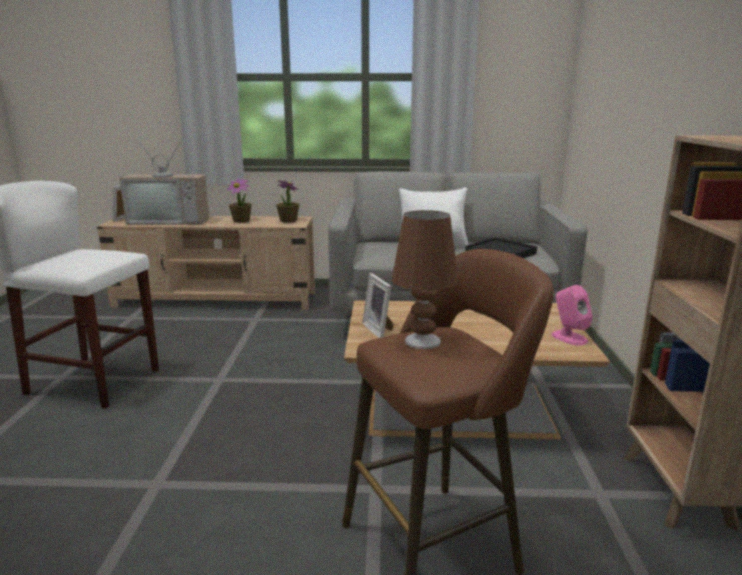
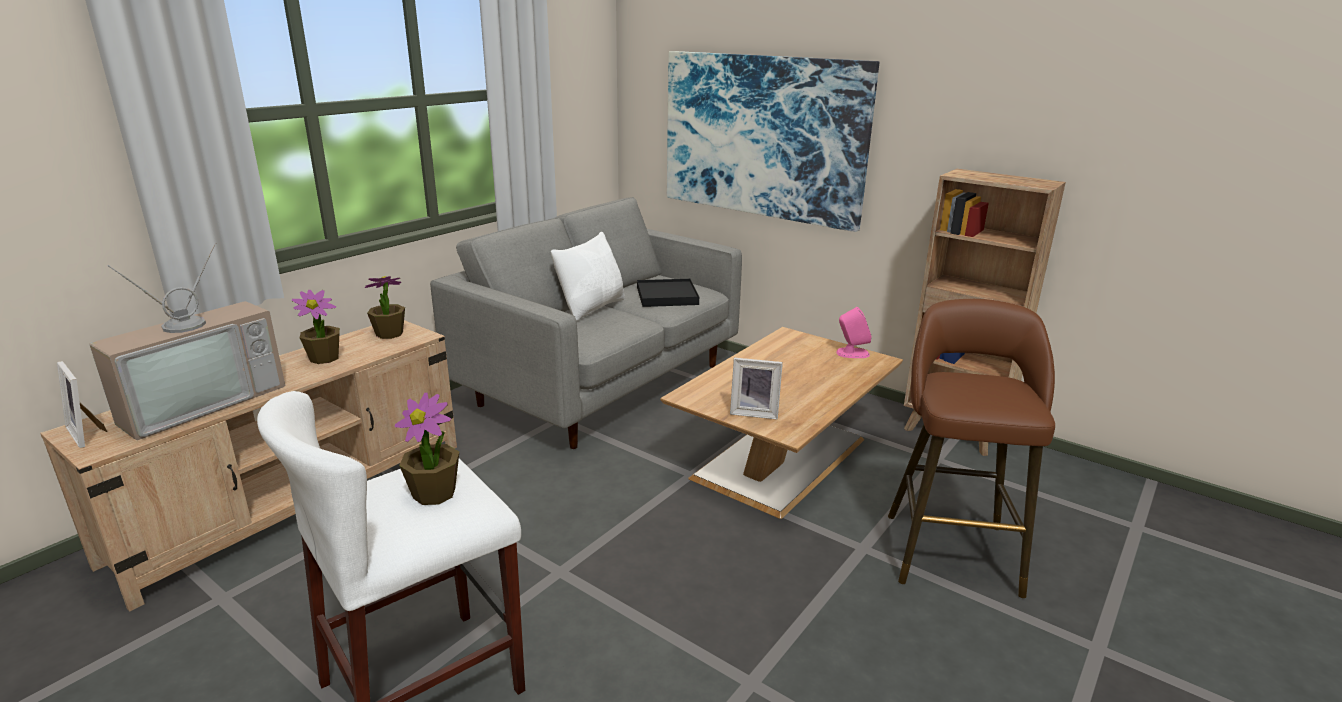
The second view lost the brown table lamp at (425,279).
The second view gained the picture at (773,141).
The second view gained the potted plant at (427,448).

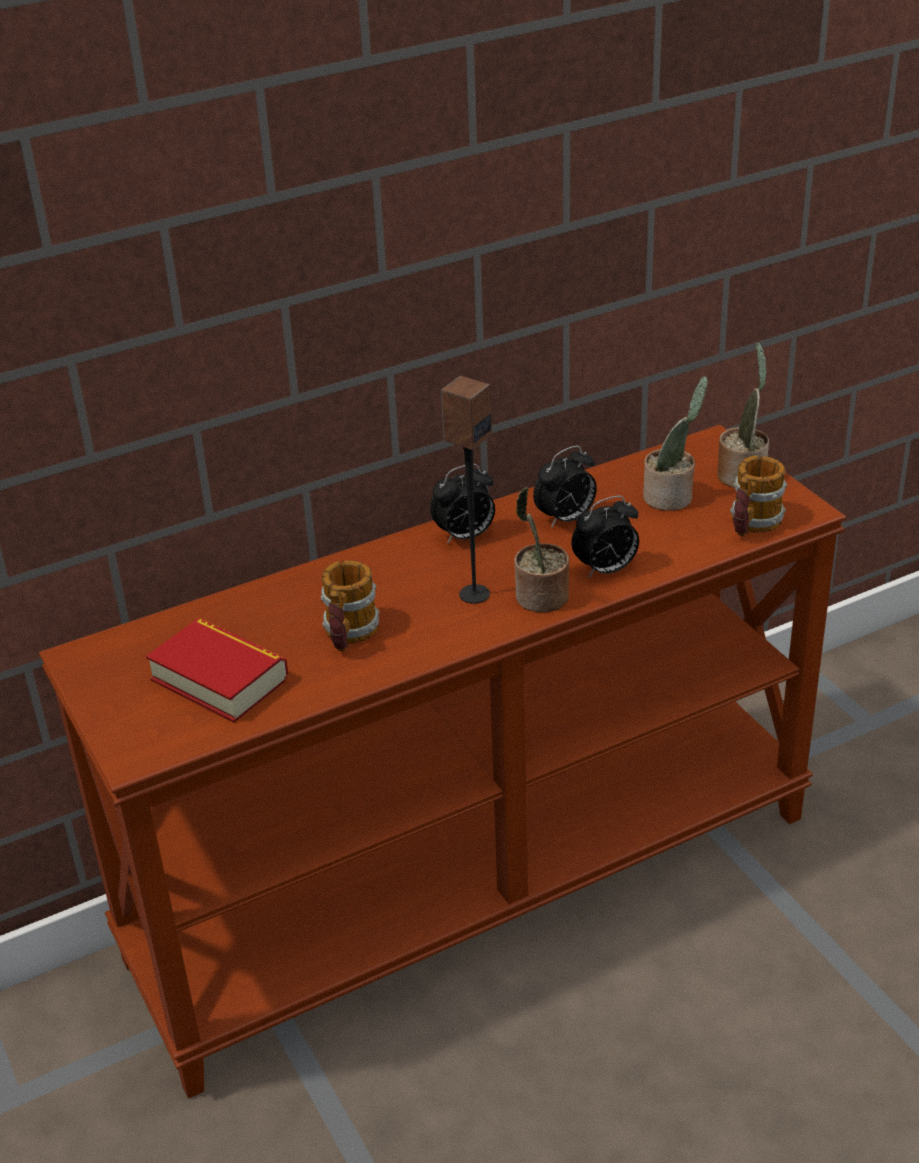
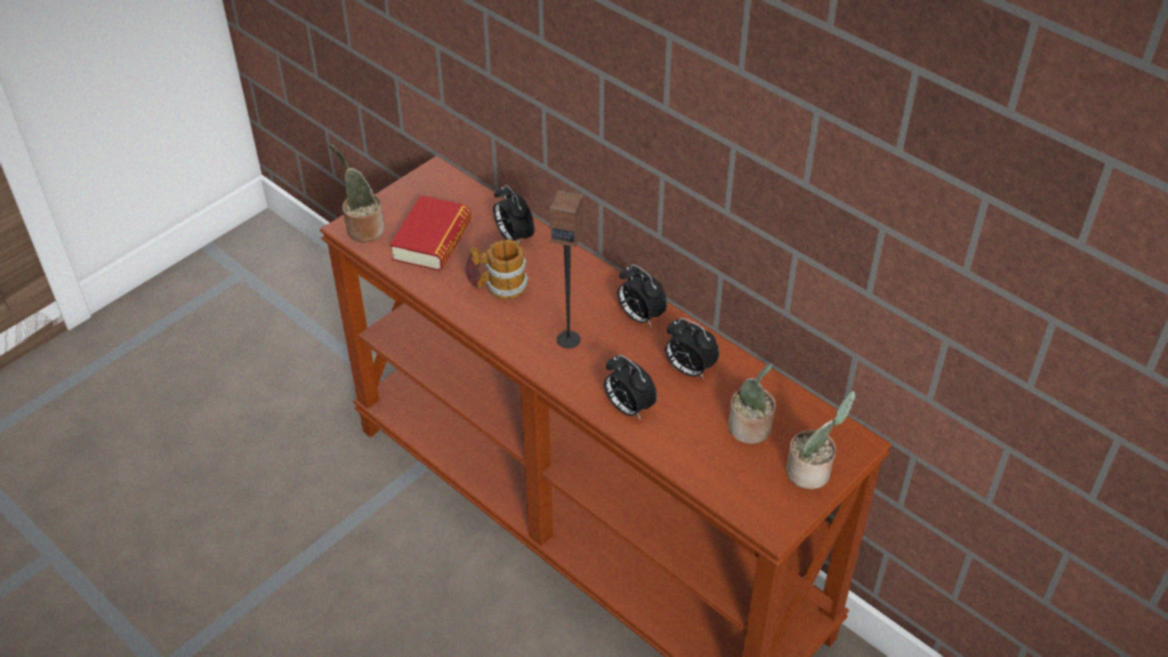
The second view lost the mug at (758,496).
The potted plant ended up elsewhere, having gone from (541,549) to (357,193).
The second view gained the alarm clock at (514,213).

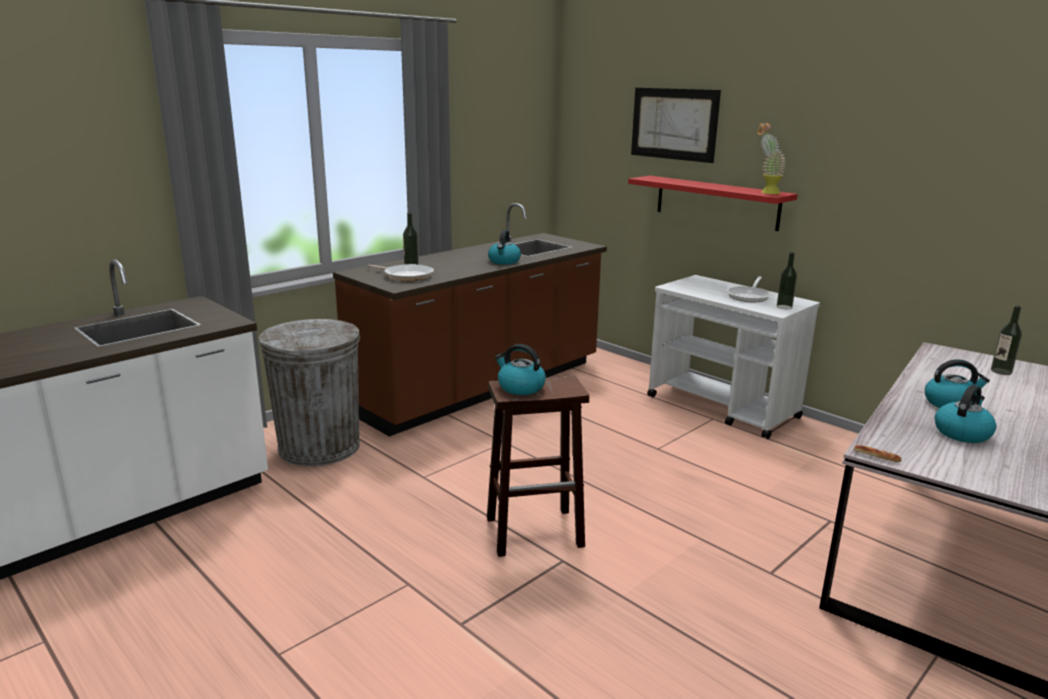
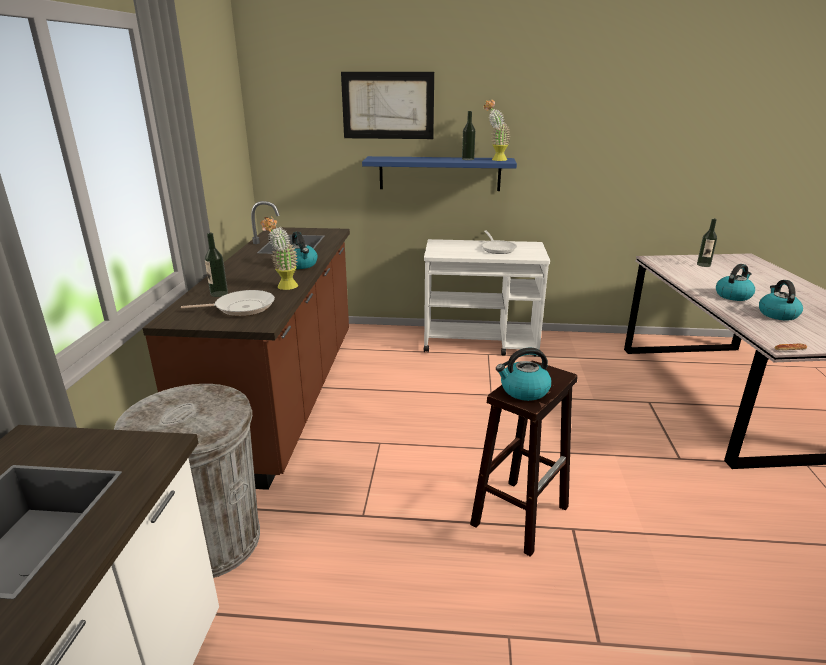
What was the red shelf at (713,203) turned into the blue shelf at (439,173).
The bottle ended up elsewhere, having gone from (787,280) to (468,135).
The second view gained the potted plant at (279,253).

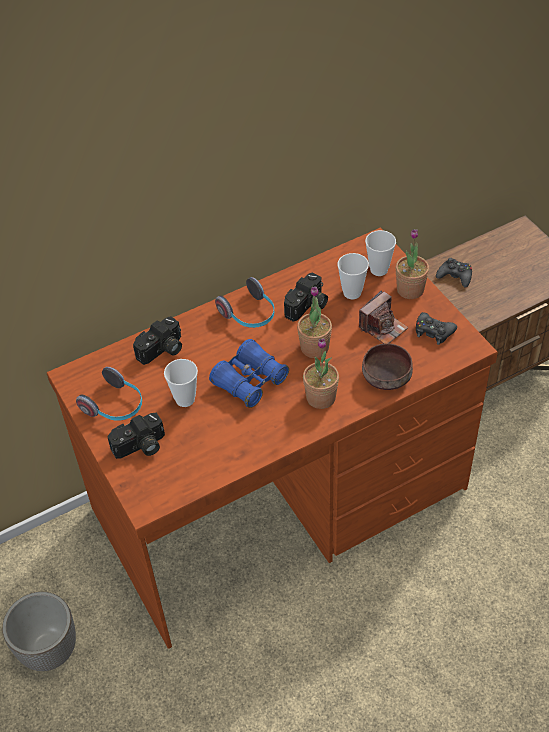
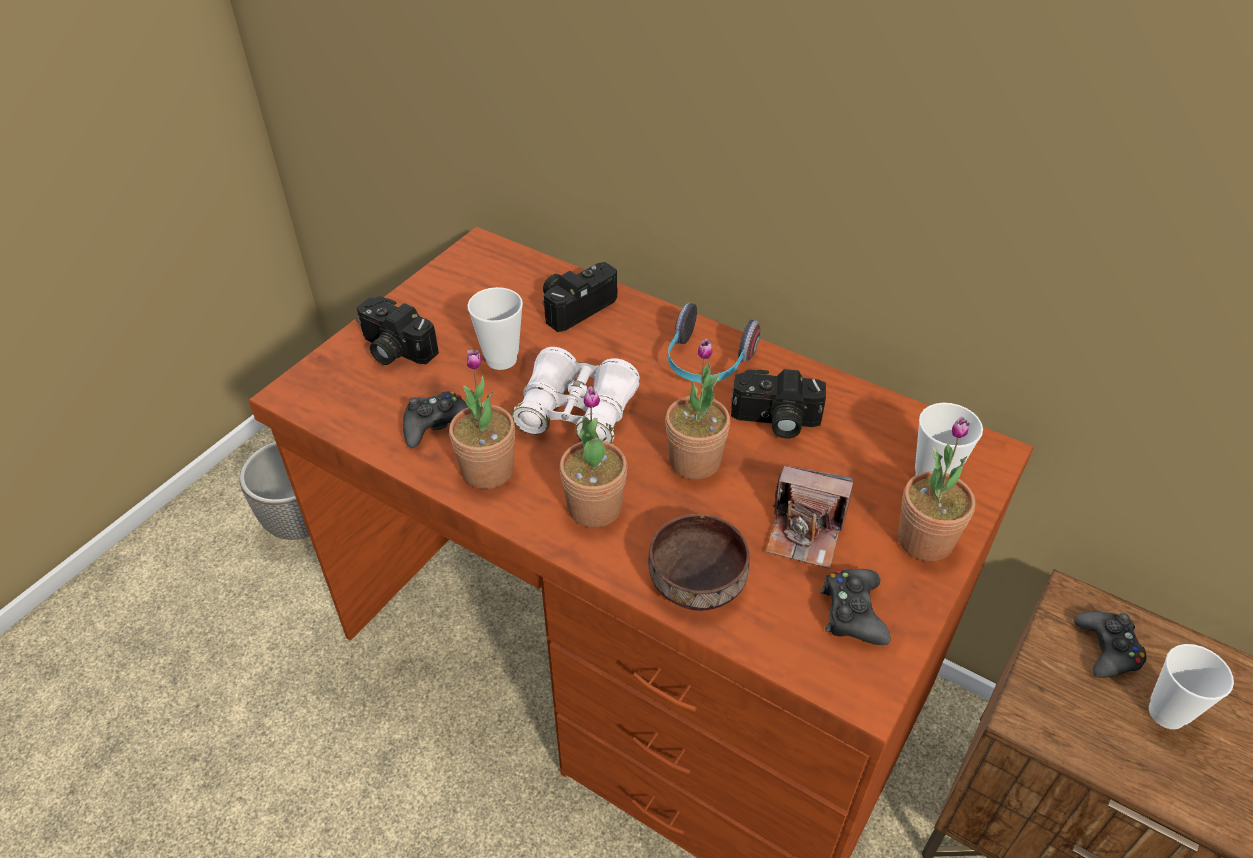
The cup ended up elsewhere, having gone from (353,276) to (1191,686).
The photo camera at (157,340) ended up facing another way, 120 degrees clockwise from before.
What was the blue binoculars at (249,373) turned into the white binoculars at (575,395).
The second view lost the headphones at (109,394).
The second view gained the potted plant at (482,419).
The second view gained the black game controller at (435,419).

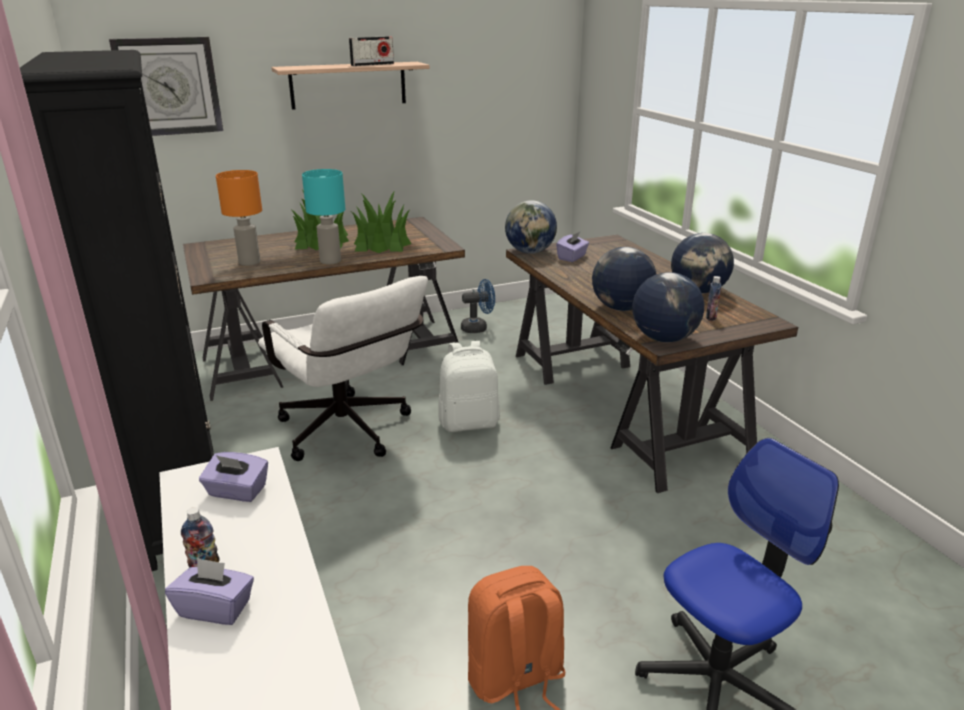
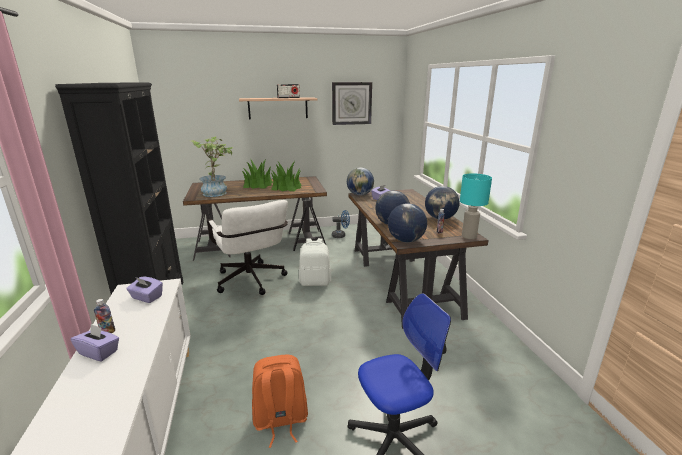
The wall clock ended up elsewhere, having gone from (166,86) to (352,103).
The turquoise table lamp ended up elsewhere, having gone from (323,217) to (476,206).
Where the orange table lamp stood at (239,218), the potted plant came to stand at (212,166).

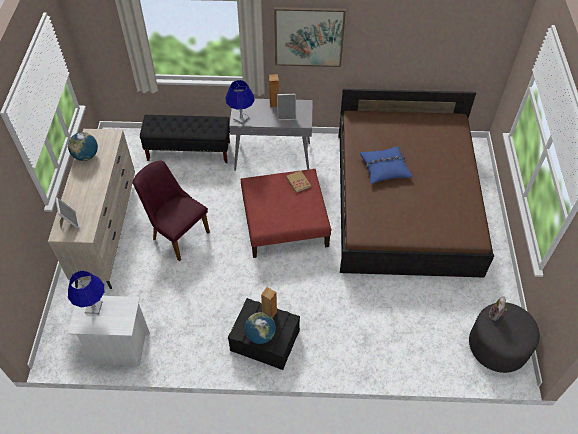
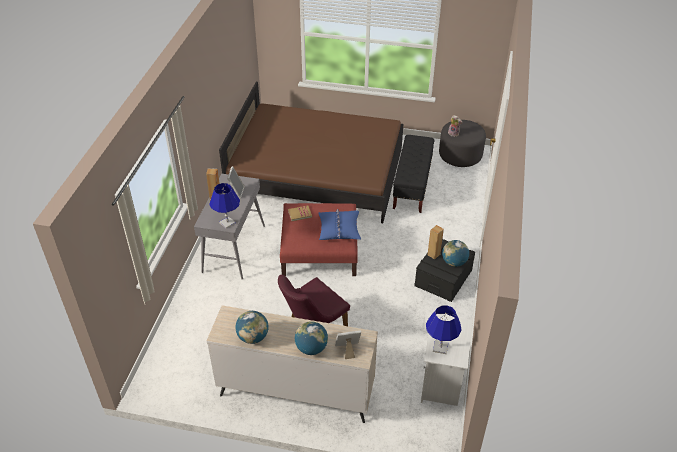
The second view lost the picture at (310,37).
The black bench ended up elsewhere, having gone from (185,139) to (413,174).
The blue pillow ended up elsewhere, having gone from (386,165) to (339,224).
The second view gained the globe at (311,338).

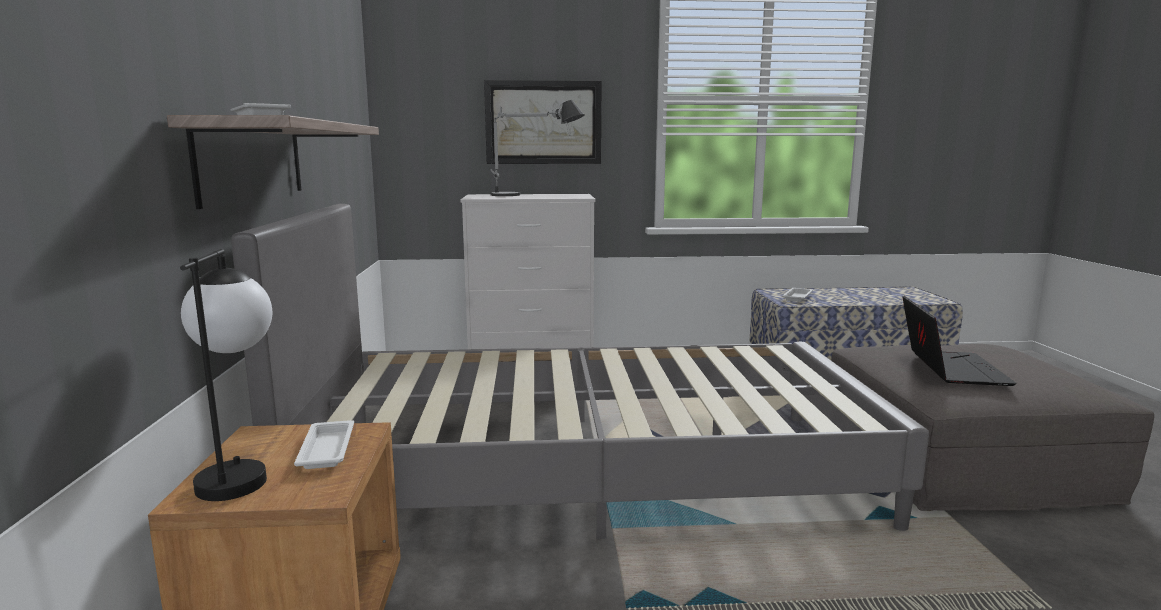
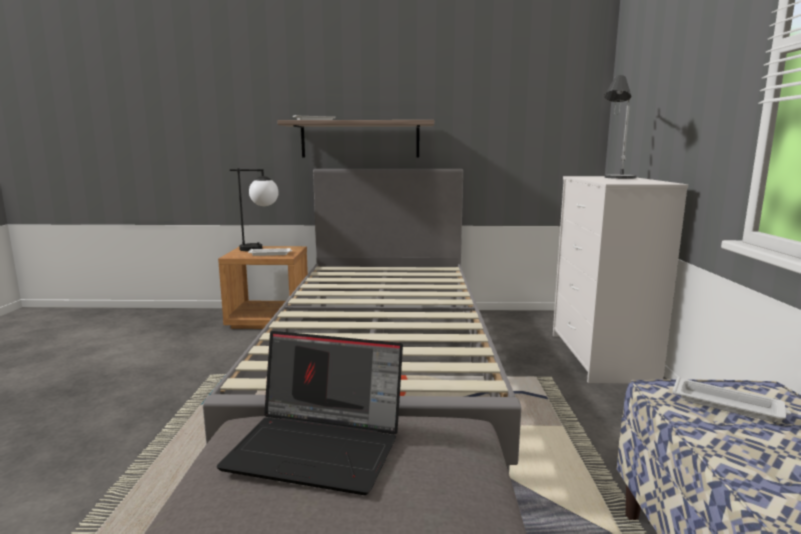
The second view lost the picture at (542,122).

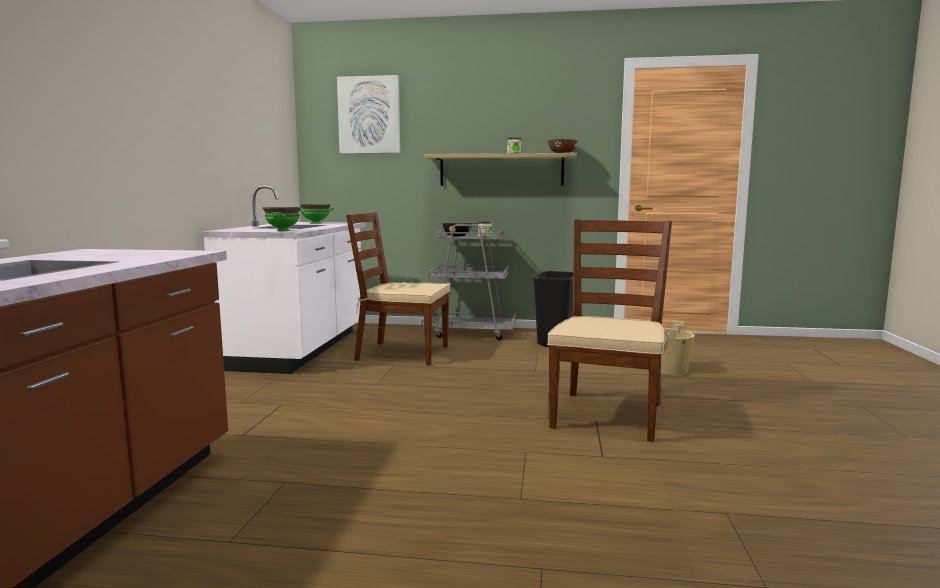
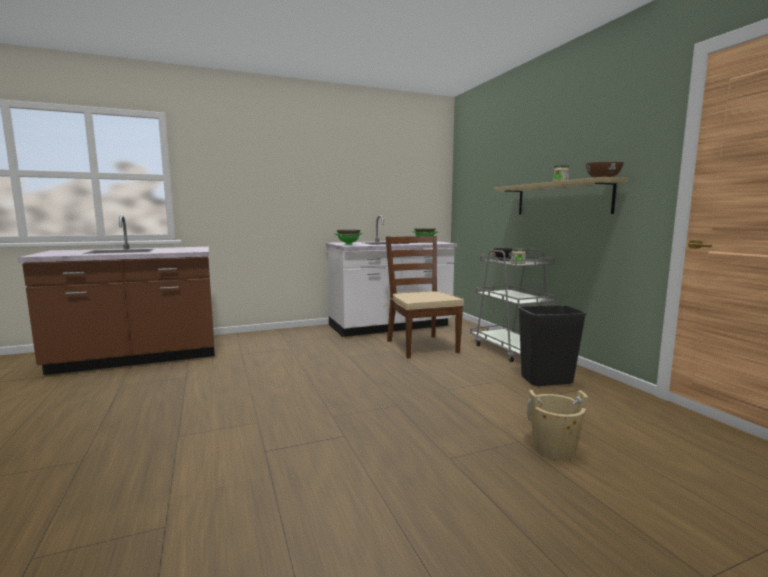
The second view lost the picture at (368,114).
The second view lost the brown chair at (610,330).

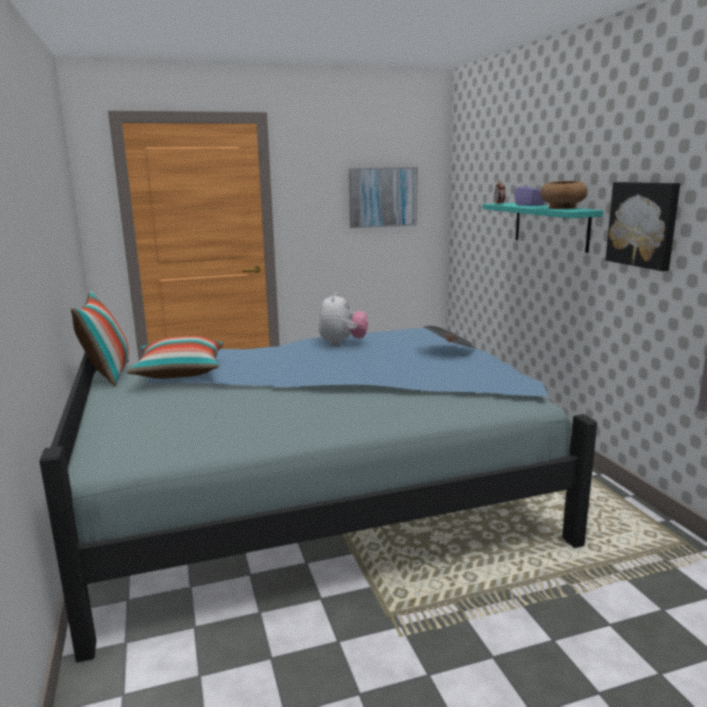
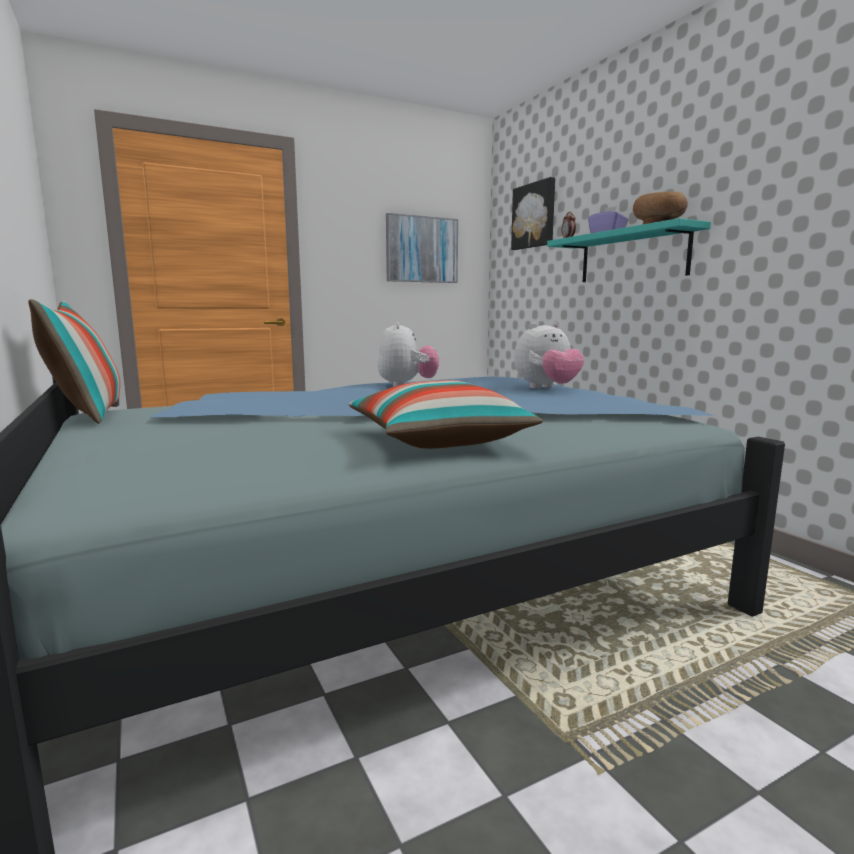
The picture ended up elsewhere, having gone from (642,226) to (533,213).
Where the newspaper stood at (451,337), the plush toy came to stand at (549,355).
The pillow ended up elsewhere, having gone from (175,357) to (446,414).

